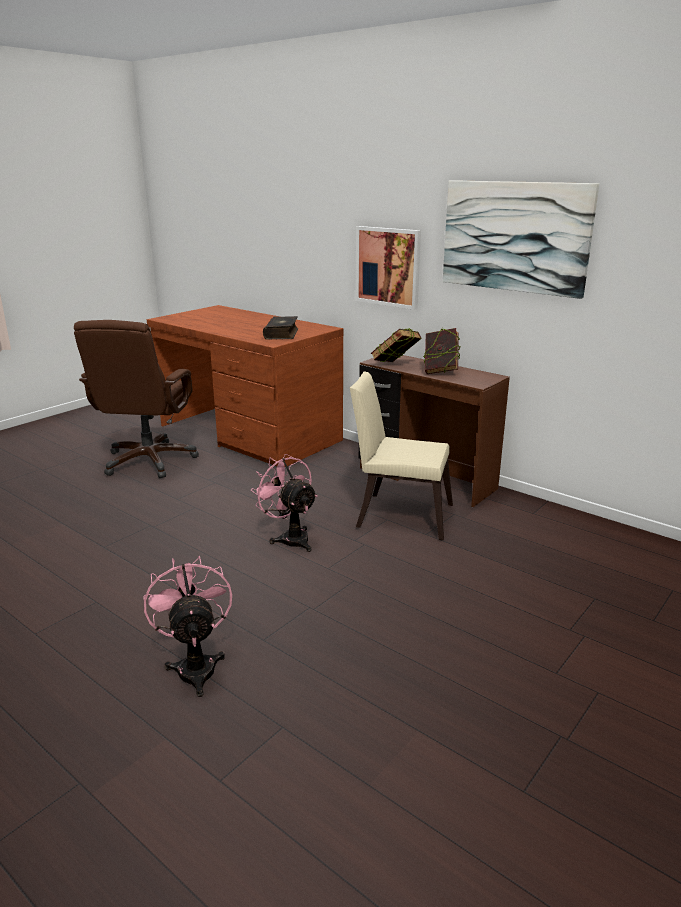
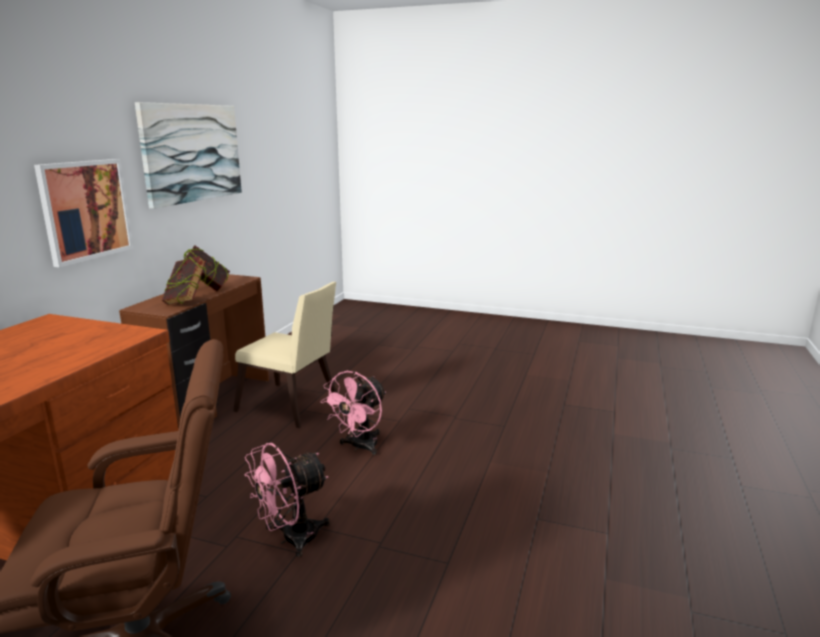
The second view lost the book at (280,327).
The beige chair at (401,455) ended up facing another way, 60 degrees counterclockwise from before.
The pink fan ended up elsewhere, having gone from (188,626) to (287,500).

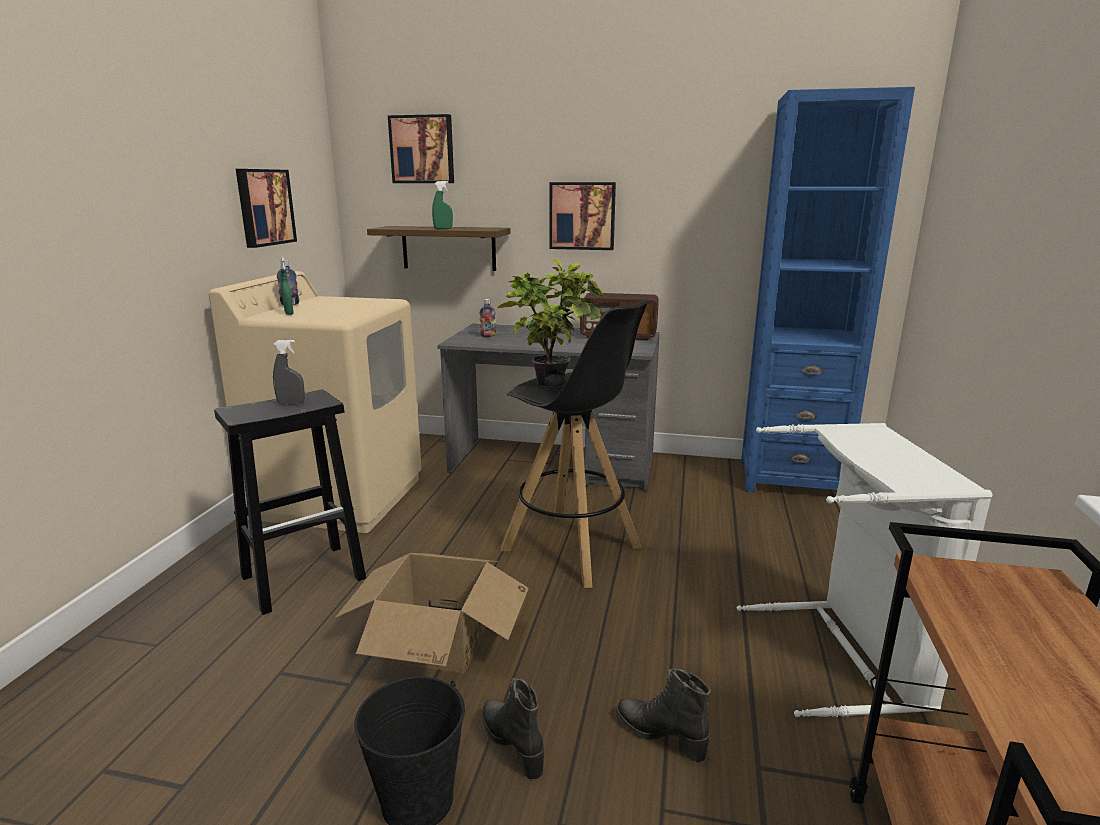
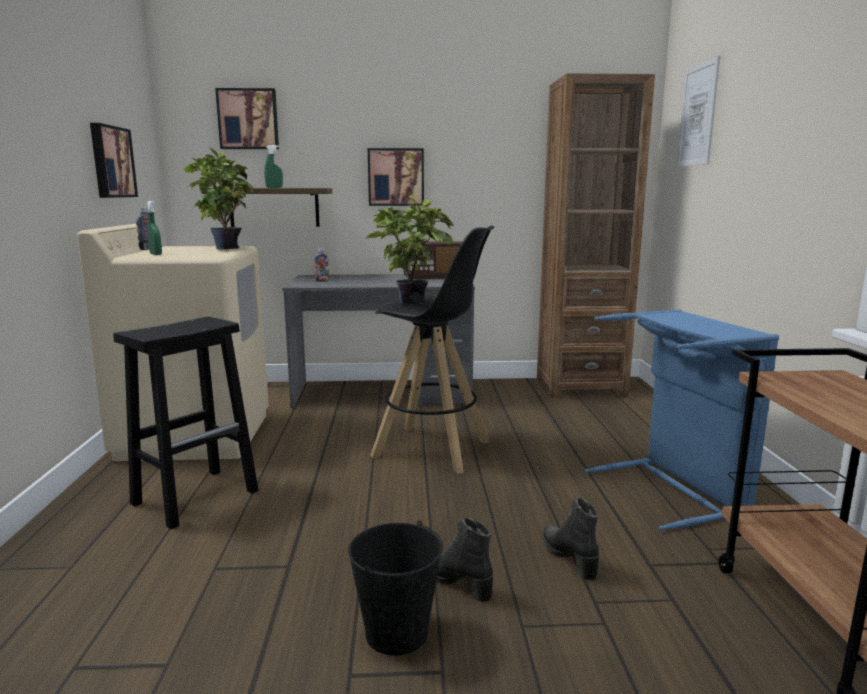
What was the blue bookcase at (828,290) turned into the brown bookcase at (596,236).
The second view lost the grey spray bottle at (289,372).
What was the white laundry basket at (865,570) turned into the blue laundry basket at (681,420).
The second view lost the cardboard box at (432,613).
The black boot at (663,715) ended up facing another way, 45 degrees clockwise from before.
The second view gained the picture at (698,111).
The second view gained the potted plant at (218,198).

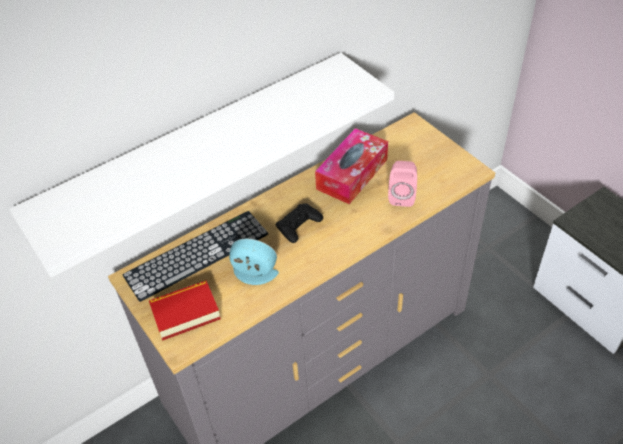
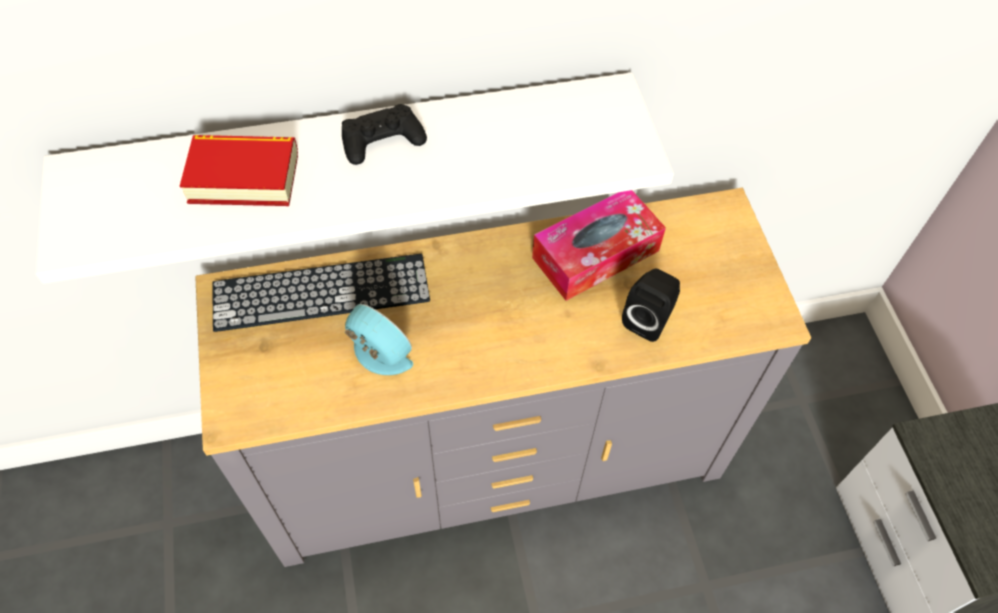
What was the pink speaker at (402,184) turned into the black speaker at (651,305).
The black game controller ended up elsewhere, having gone from (299,223) to (384,134).
The book ended up elsewhere, having gone from (185,311) to (239,170).

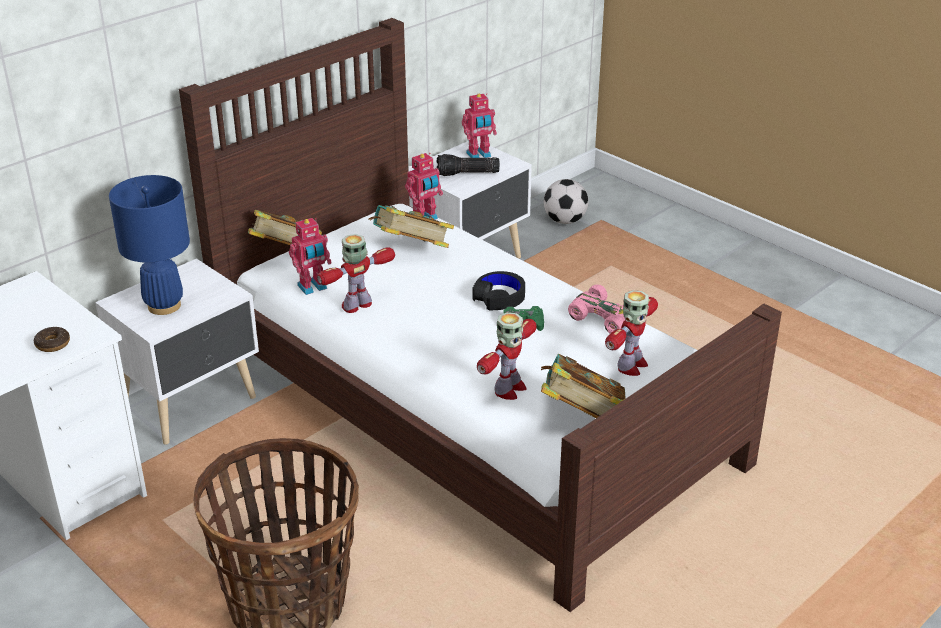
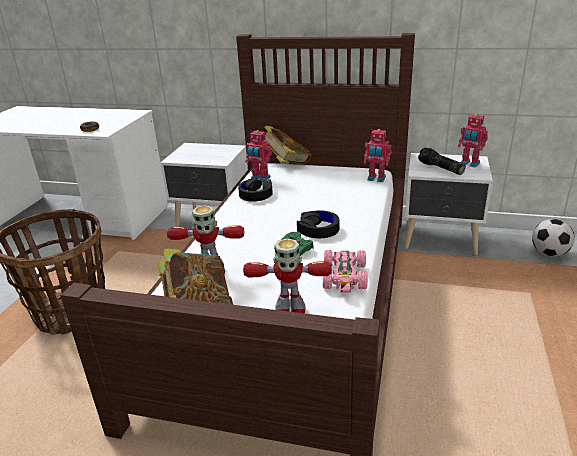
The second view lost the blue table lamp at (149,245).
The second view lost the book at (411,226).
Where the toy robot stood at (356,273), the black headphones came to stand at (255,190).

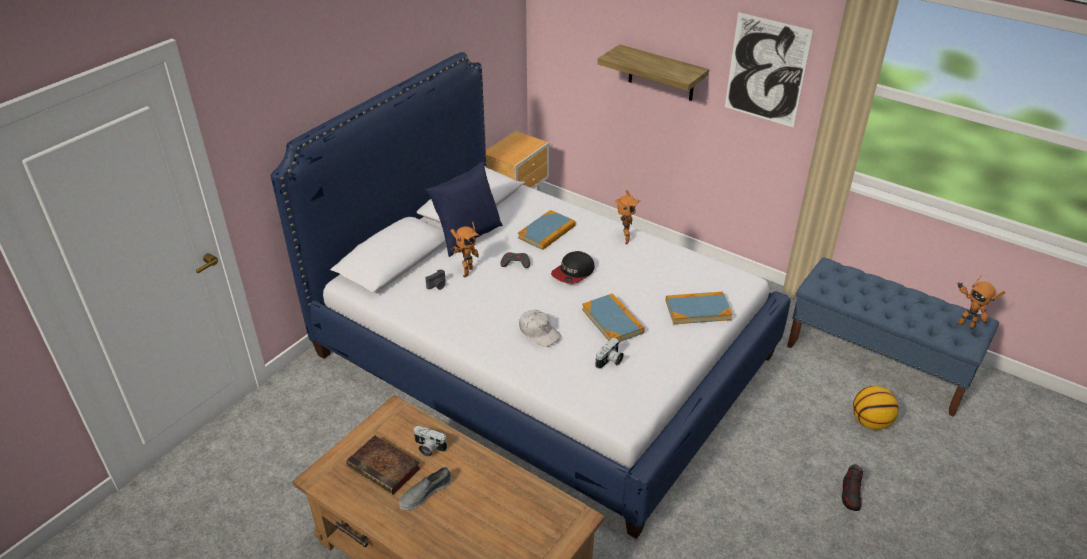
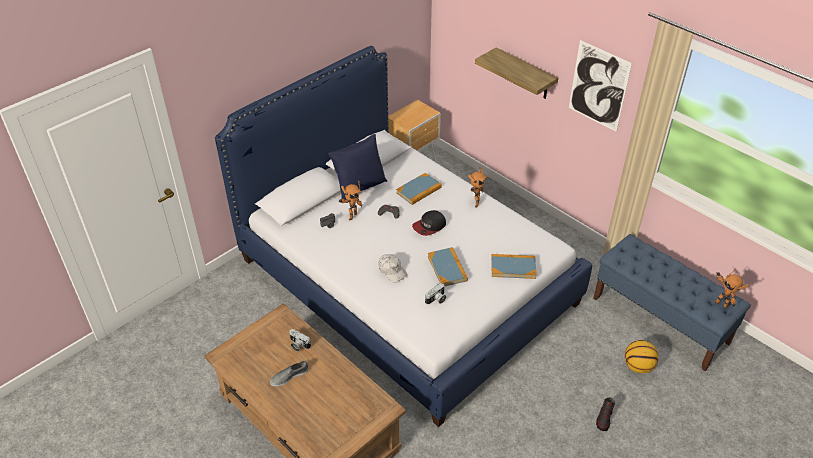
The second view lost the book at (383,465).

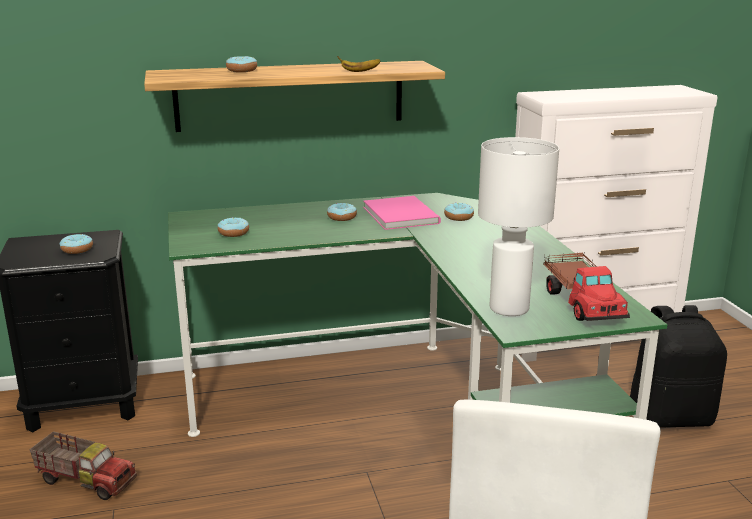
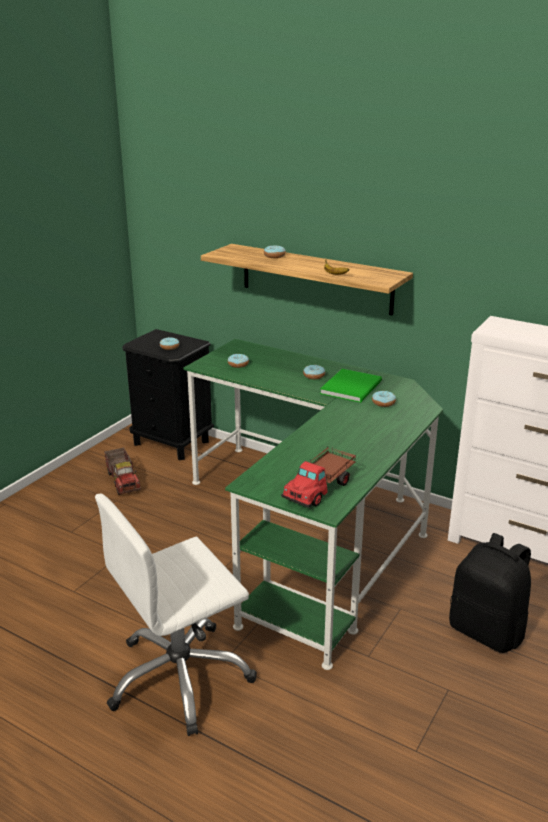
The second view lost the white table lamp at (518,226).
What was the pink book at (402,213) turned into the green book at (351,386).

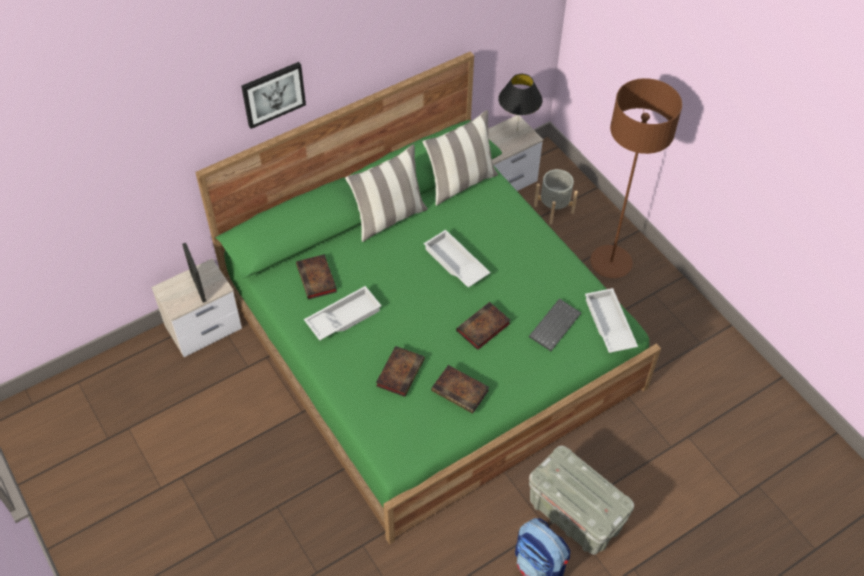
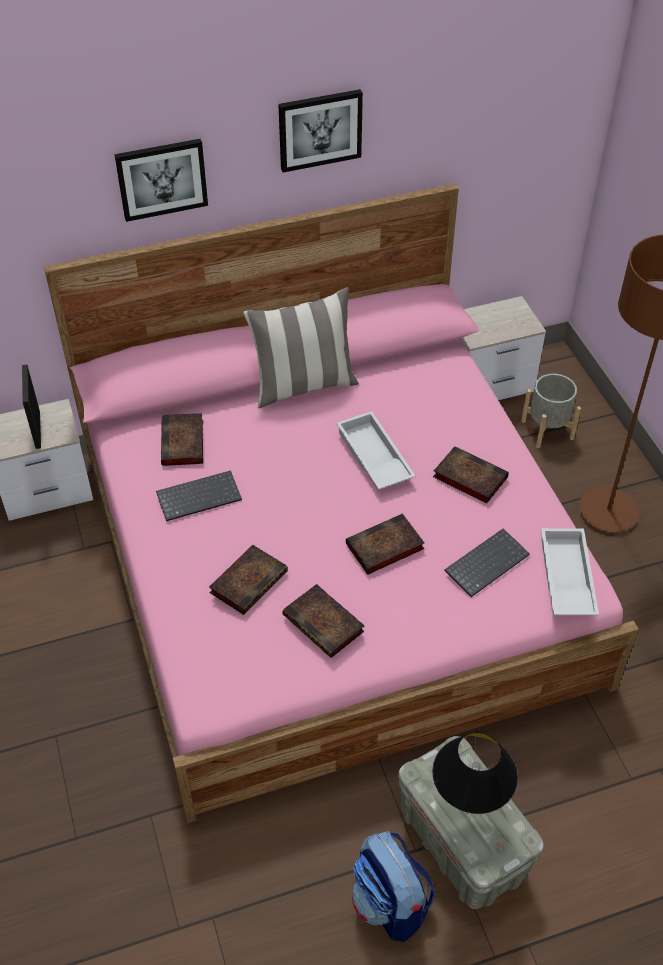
What was the green bed at (428,297) turned into the pink bed at (341,503).
The black table lamp ended up elsewhere, having gone from (520,102) to (475,773).
The second view lost the pillow at (460,158).
Where the white tray stood at (343,313), the keyboard came to stand at (199,495).
The second view gained the picture at (320,131).
The second view gained the book at (471,475).

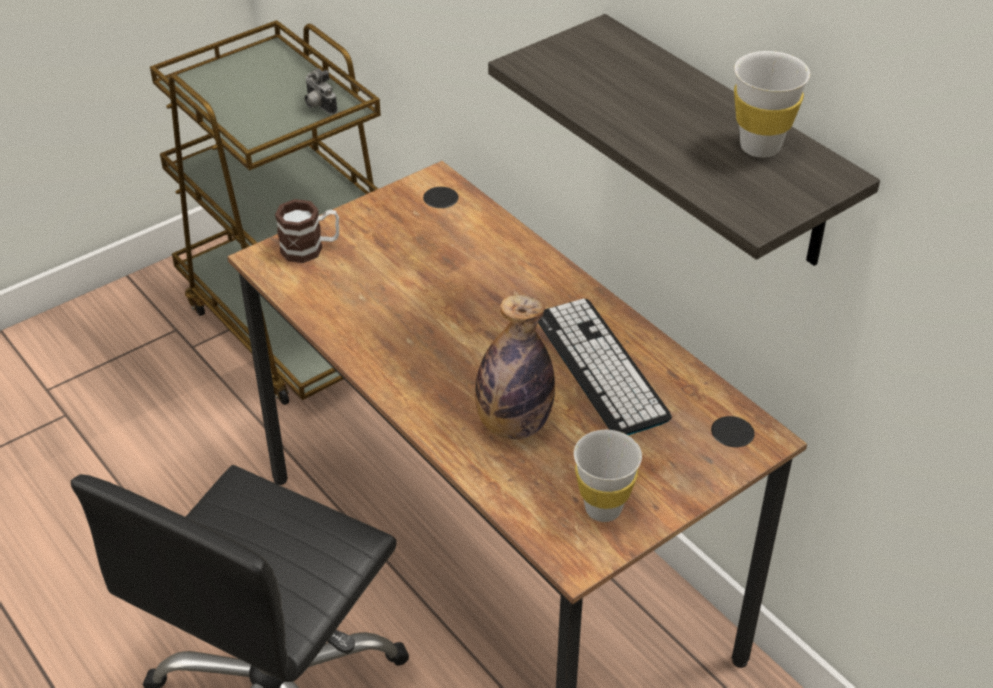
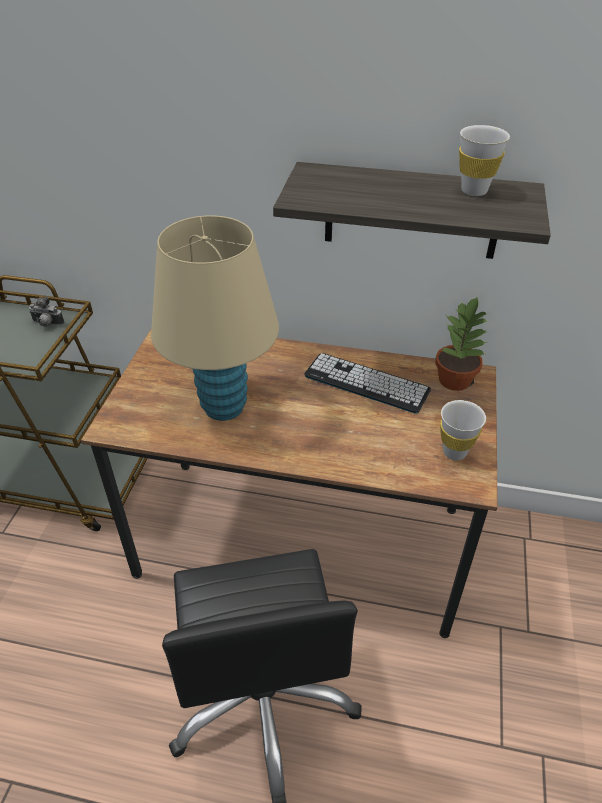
The second view lost the mug at (307,231).
The second view lost the bottle at (515,367).
The second view gained the beige table lamp at (215,318).
The second view gained the potted plant at (461,343).

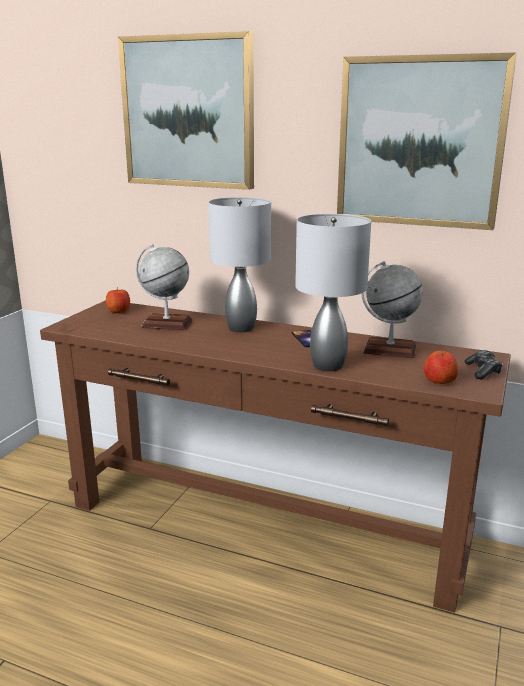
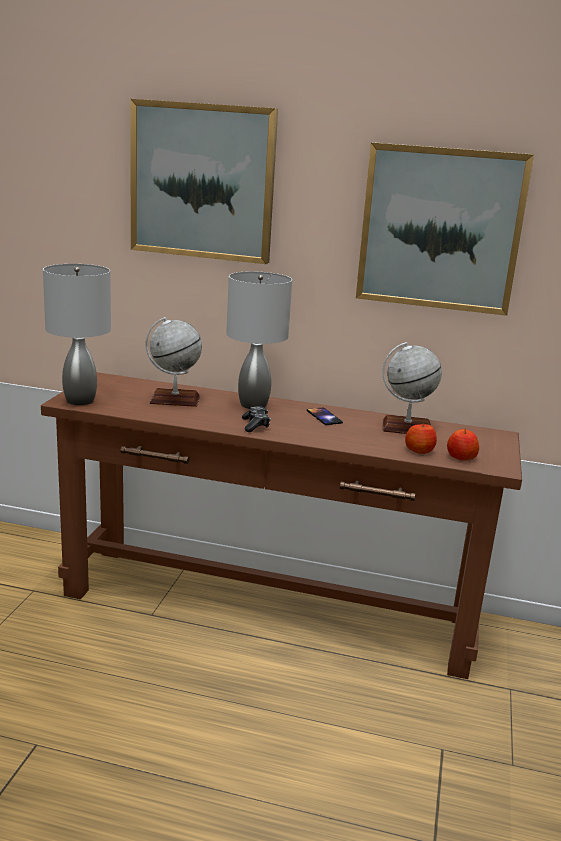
The grey table lamp ended up elsewhere, having gone from (333,292) to (77,334).
The apple ended up elsewhere, having gone from (118,300) to (421,439).
The game controller ended up elsewhere, having gone from (484,364) to (256,419).

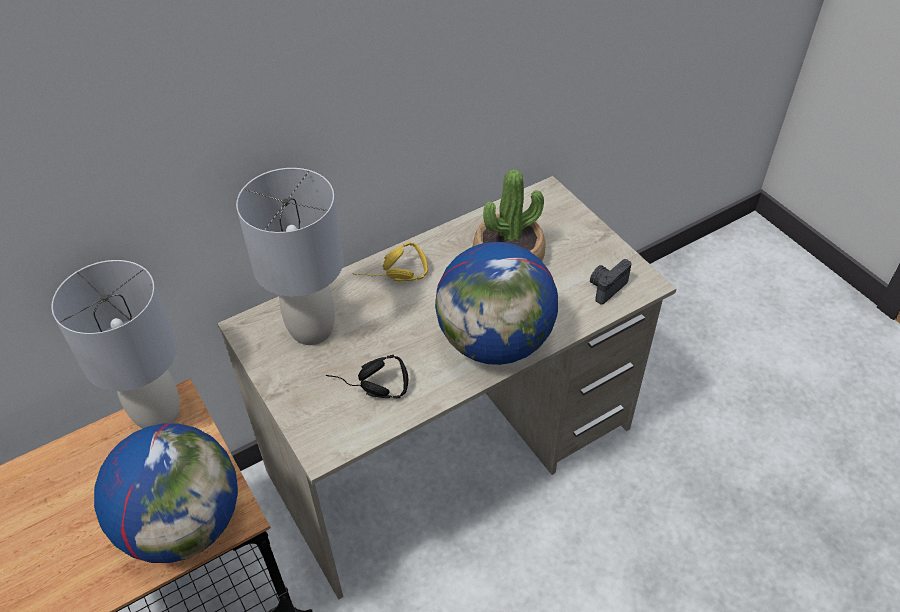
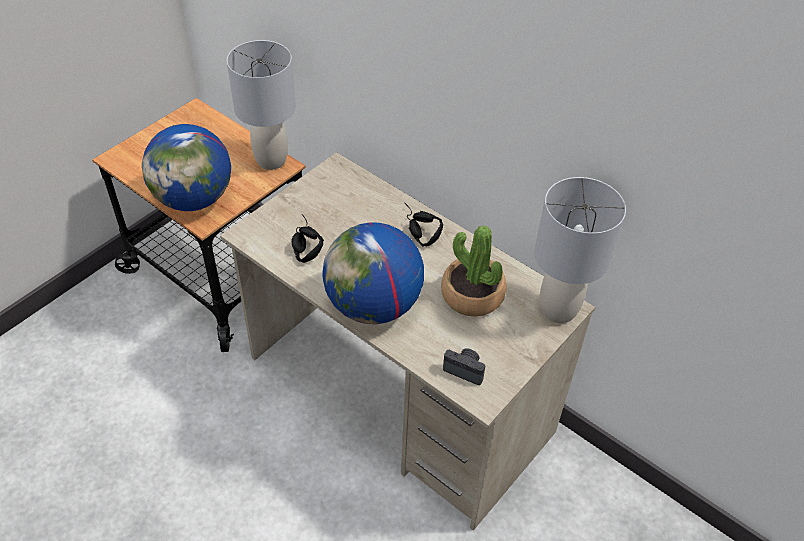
The grey table lamp ended up elsewhere, having gone from (290,256) to (580,250).
What was the yellow headphones at (390,261) turned into the black headphones at (423,224).

